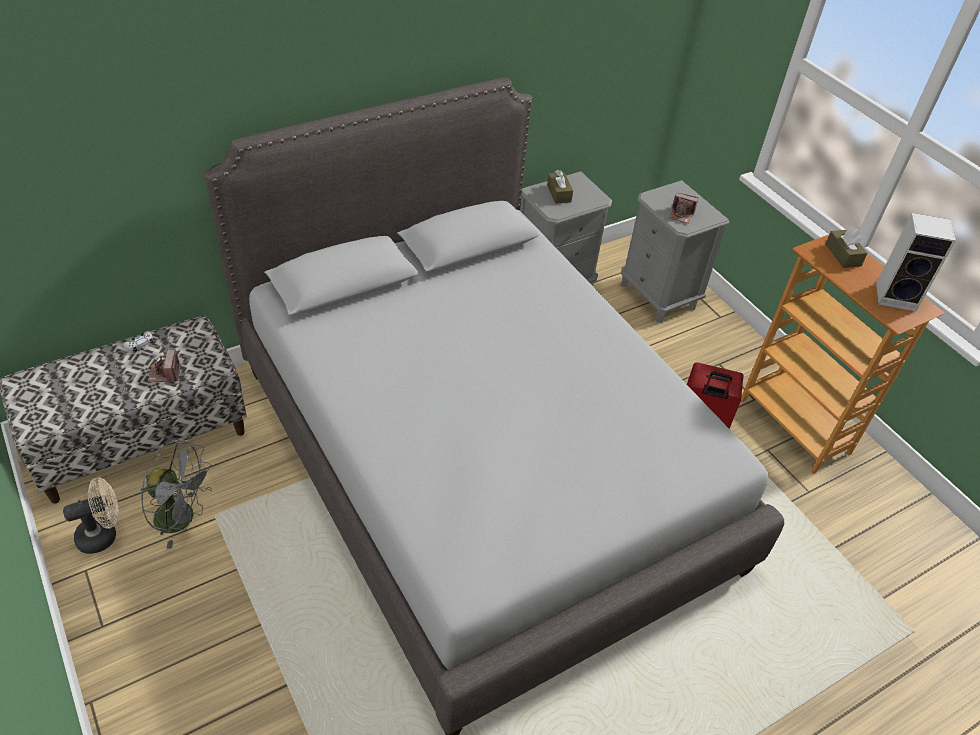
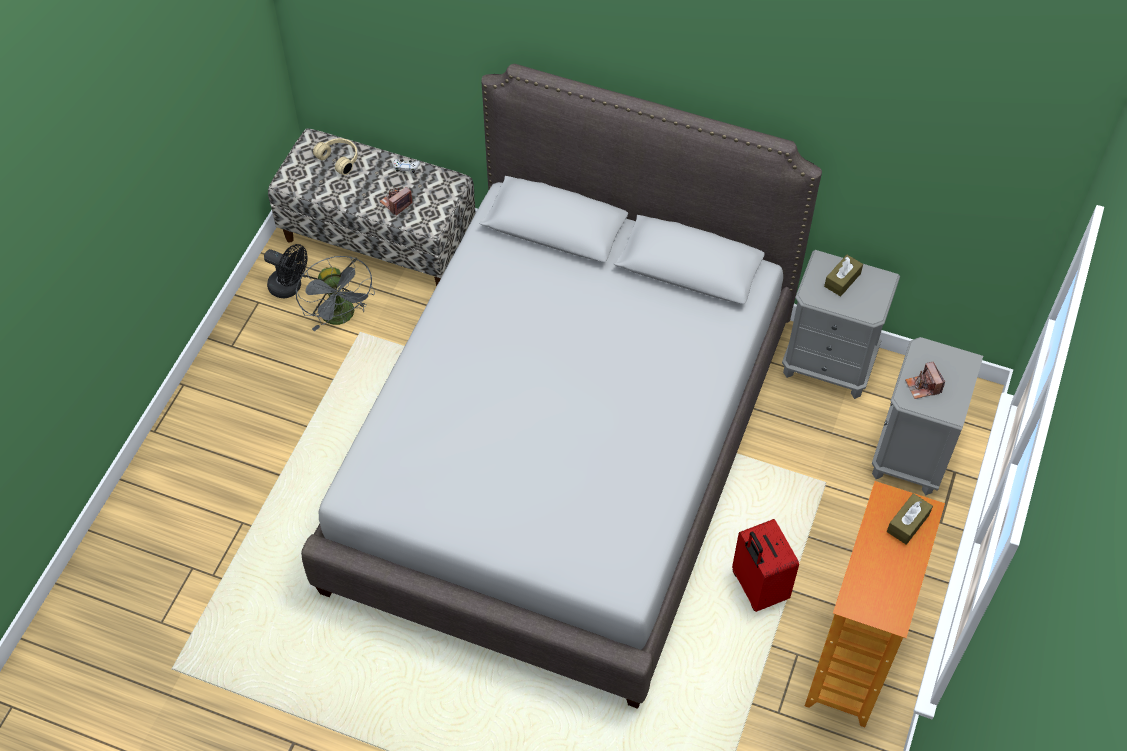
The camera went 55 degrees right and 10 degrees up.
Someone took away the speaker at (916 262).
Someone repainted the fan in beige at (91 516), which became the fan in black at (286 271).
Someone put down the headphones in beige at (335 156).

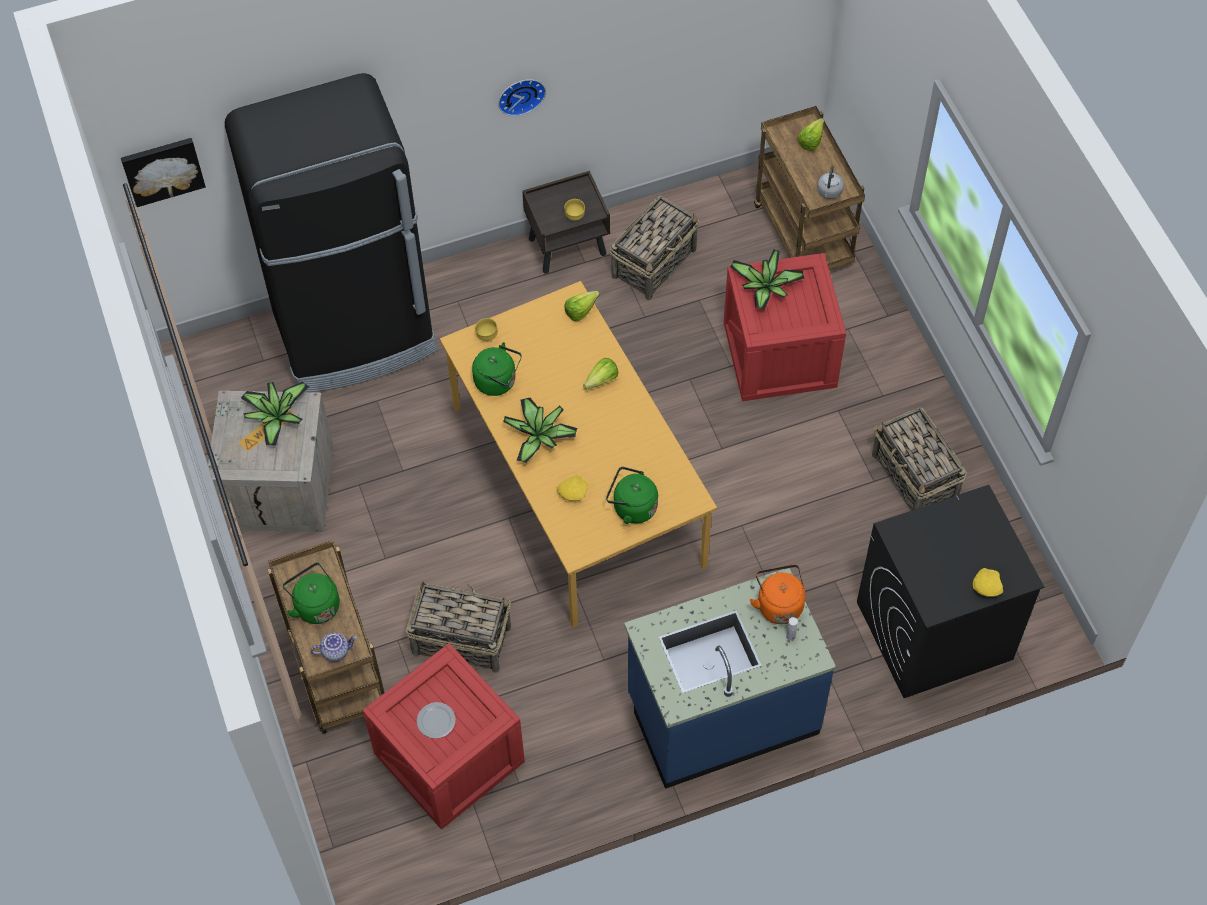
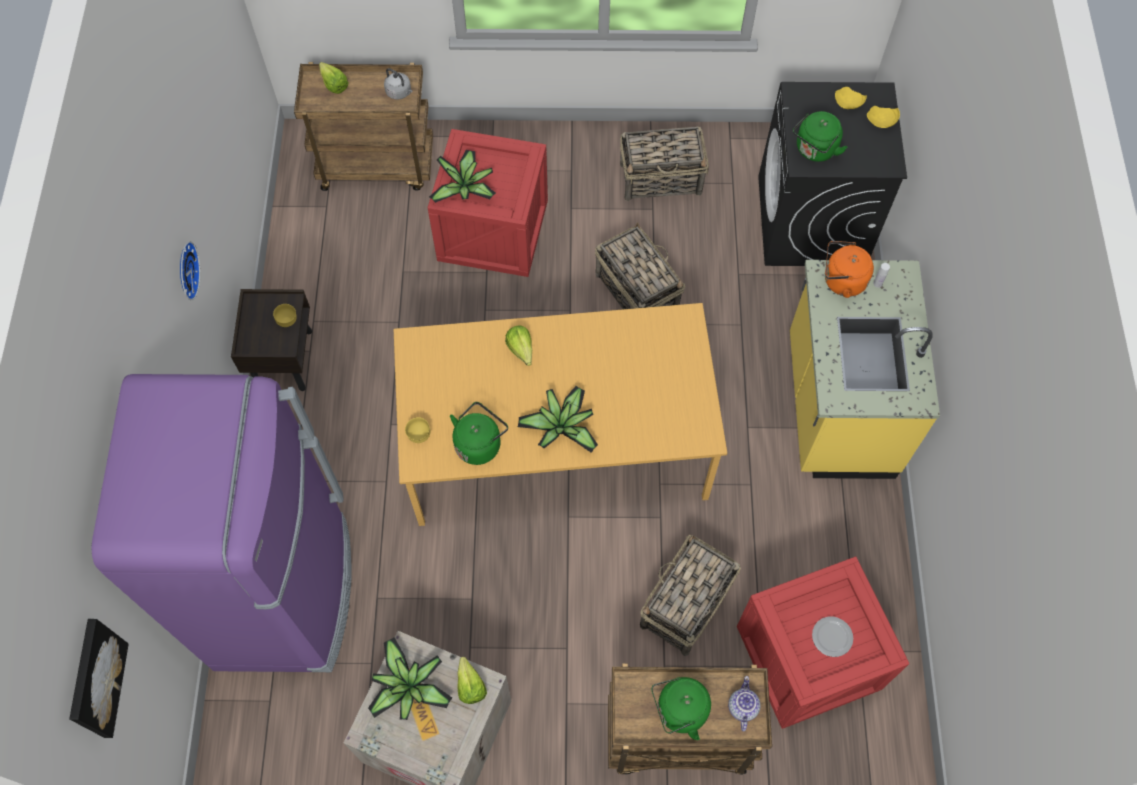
The camera went 70 degrees left and 5 degrees up.
Someone repainted the fridge in black at (331 232), which became the fridge in purple at (221 523).
Someone carried the basket from (654 248) to (640 265).
Someone carried the lettuce from (582 306) to (472 680).
Someone carried the kettle in green from (632 495) to (820 136).
Someone carried the plate in yellow from (572 488) to (851 98).
Someone repainted the counter in blue at (730 678), which became the counter in yellow at (865 369).

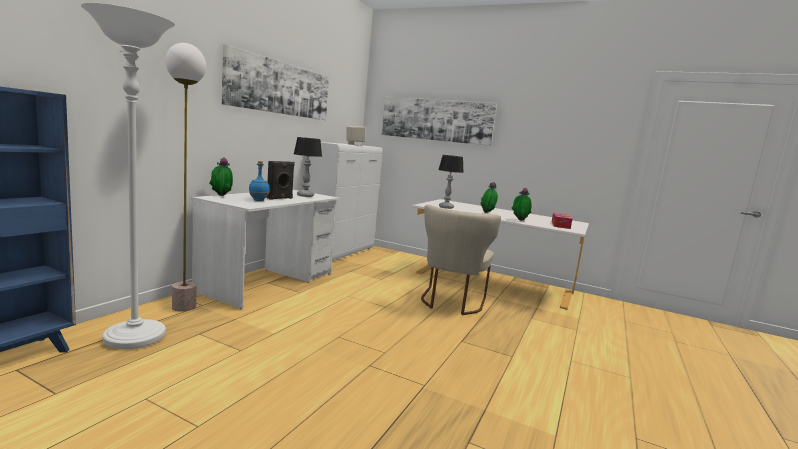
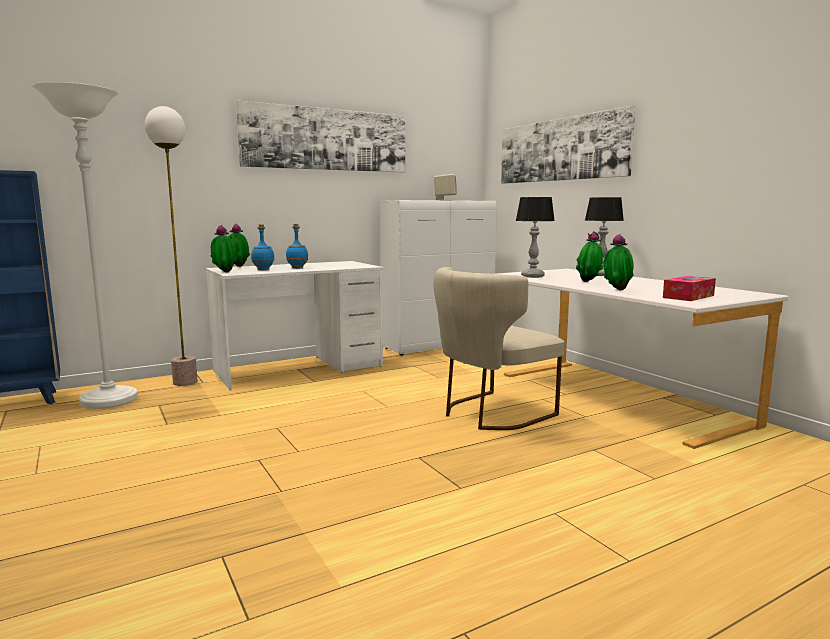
The camera went 35 degrees right and 0 degrees up.
Someone carried the table lamp from (308 167) to (604 236).
Someone swapped the speaker in black at (281 180) for the bottle in blue at (297 246).
Someone put down the potted plant at (224 249).

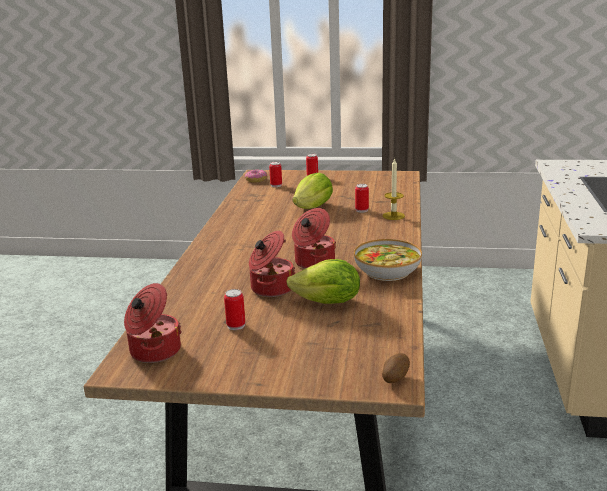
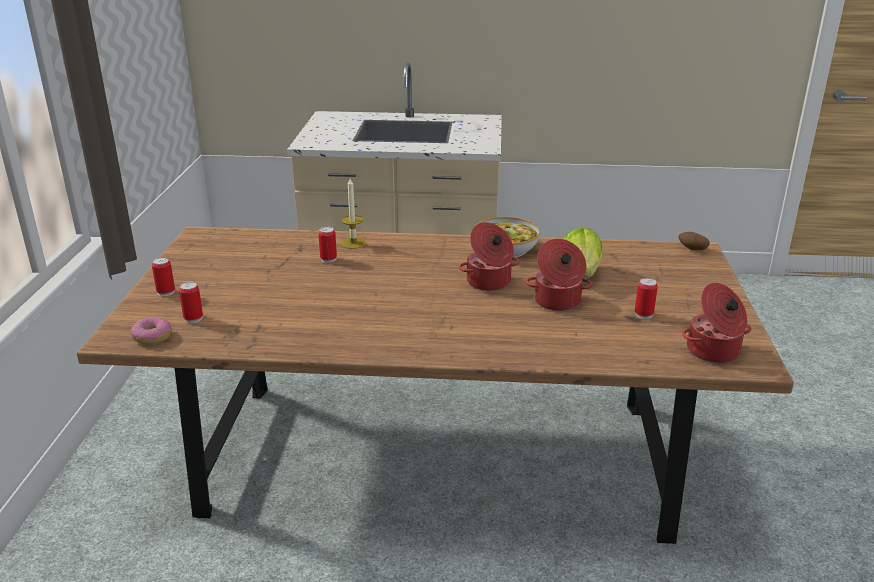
The camera went 95 degrees left and 5 degrees up.
Someone took away the lettuce at (313 191).

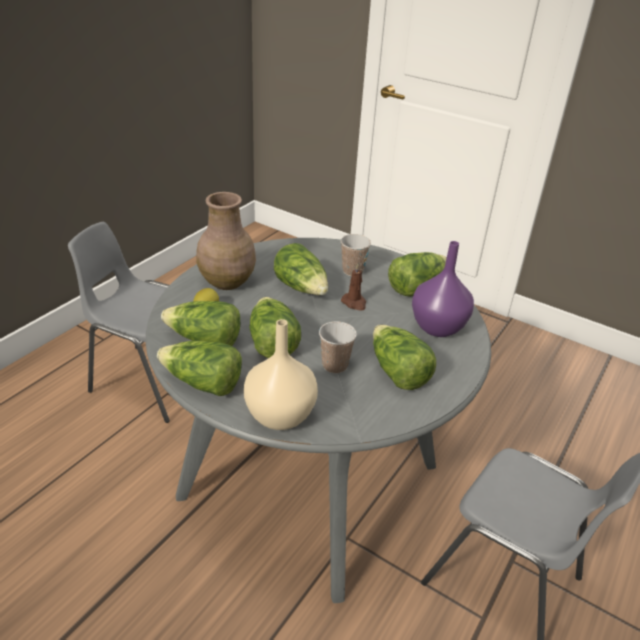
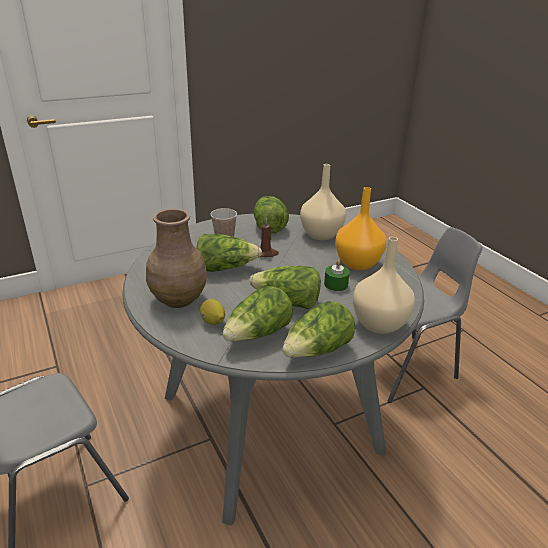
The camera went 60 degrees left and 5 degrees down.
Someone repainted the vase in purple at (443 289), which became the vase in beige at (323 202).
Someone swapped the cup at (338 347) for the candle in green at (337 275).
Someone swapped the lettuce at (404 357) for the vase in orange at (360 228).

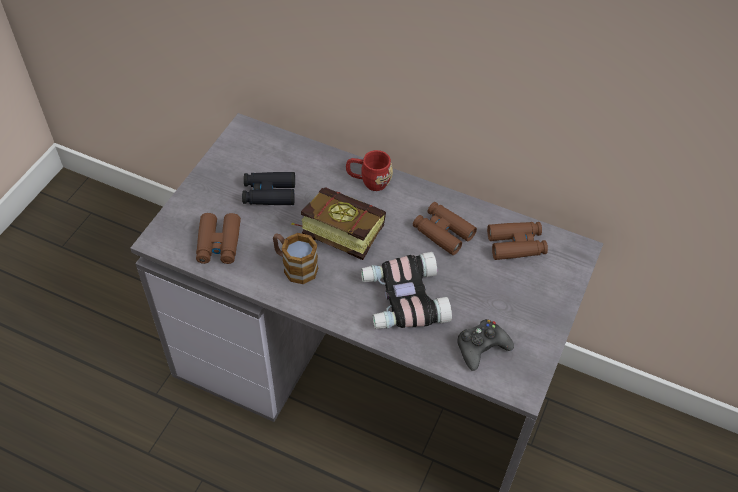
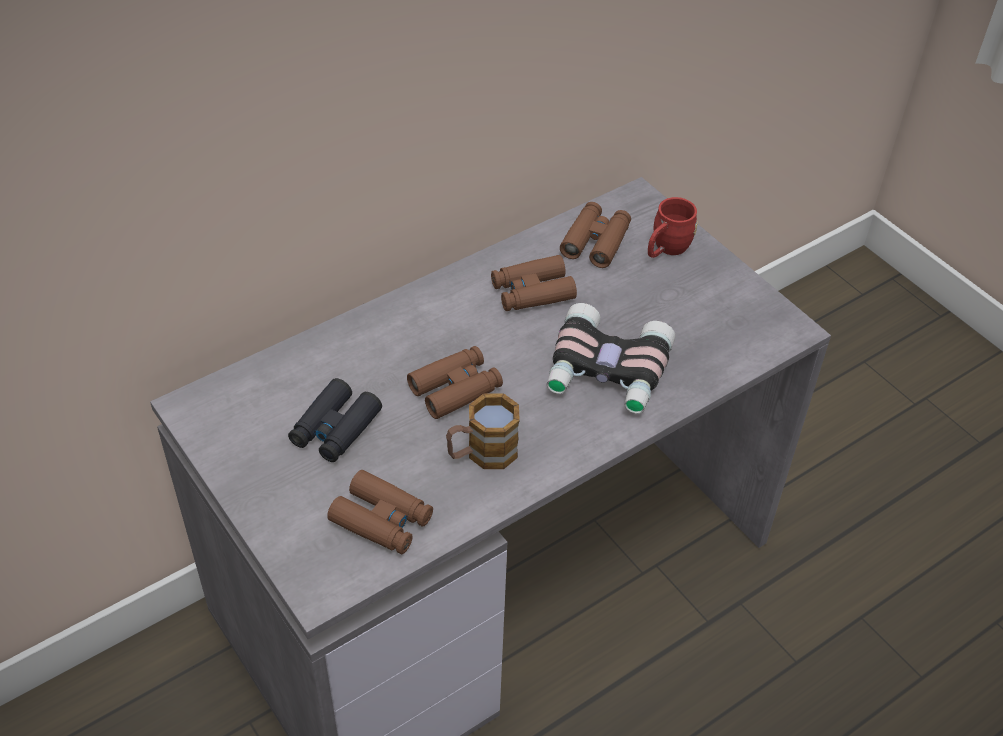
The camera went 60 degrees left and 5 degrees down.
Someone carried the mug in red from (369 170) to (672 227).
Someone swapped the book at (338 223) for the binoculars in brown at (455 382).
Someone took away the game controller in black at (485 345).

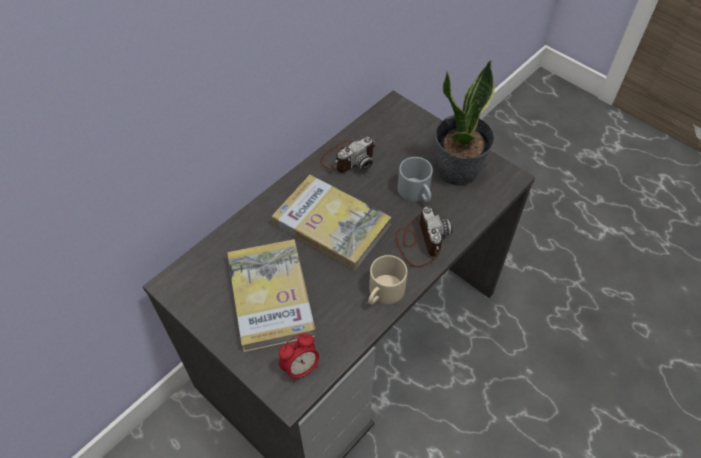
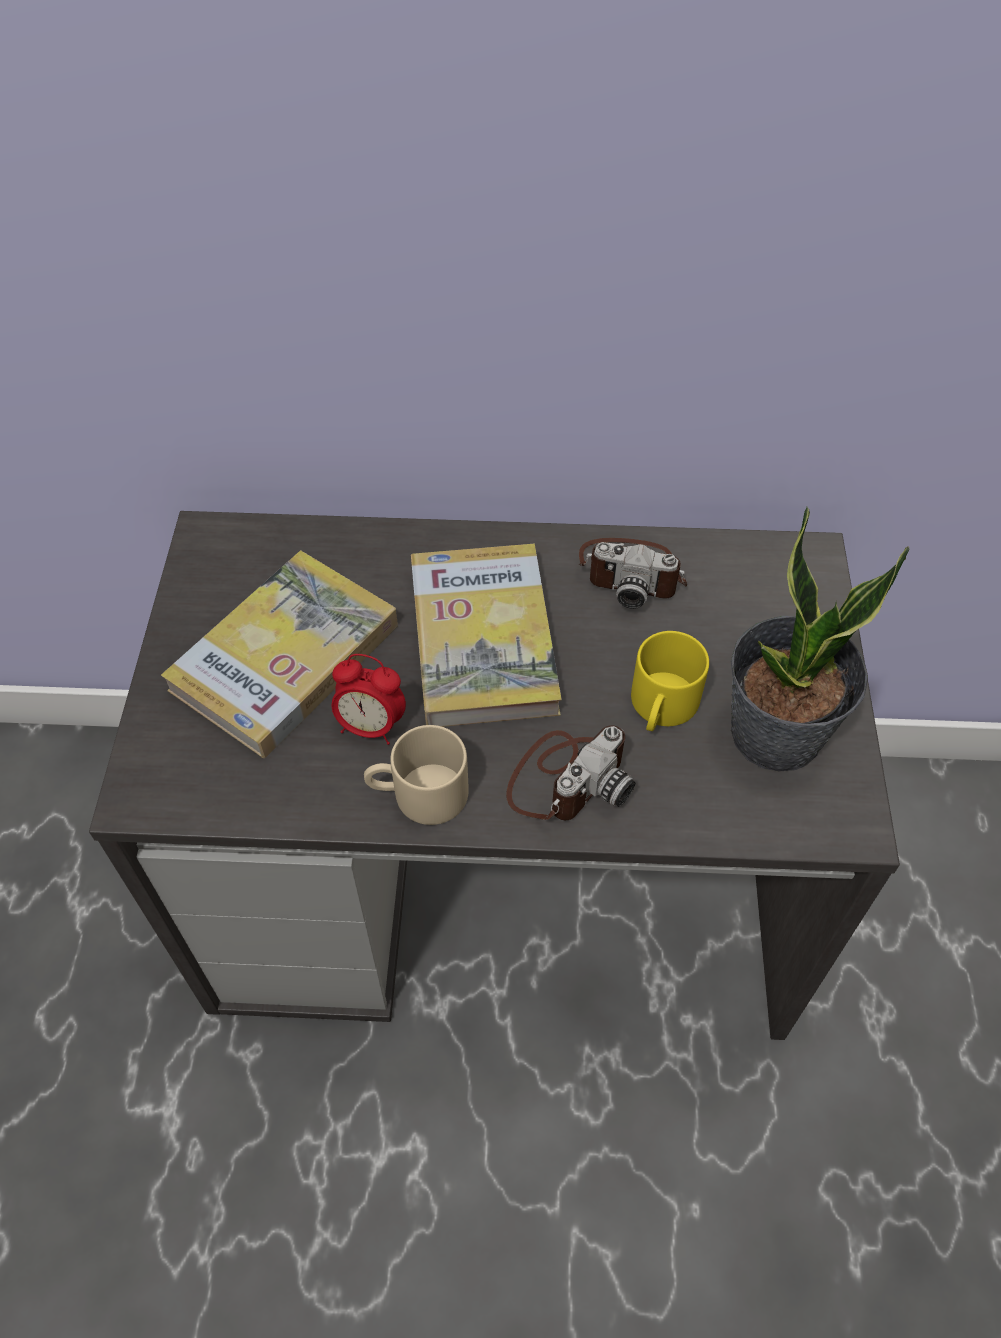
The camera went 50 degrees right and 0 degrees up.
Someone repainted the mug in grey at (415 179), which became the mug in yellow at (670 681).
Someone carried the alarm clock from (299 358) to (369 699).

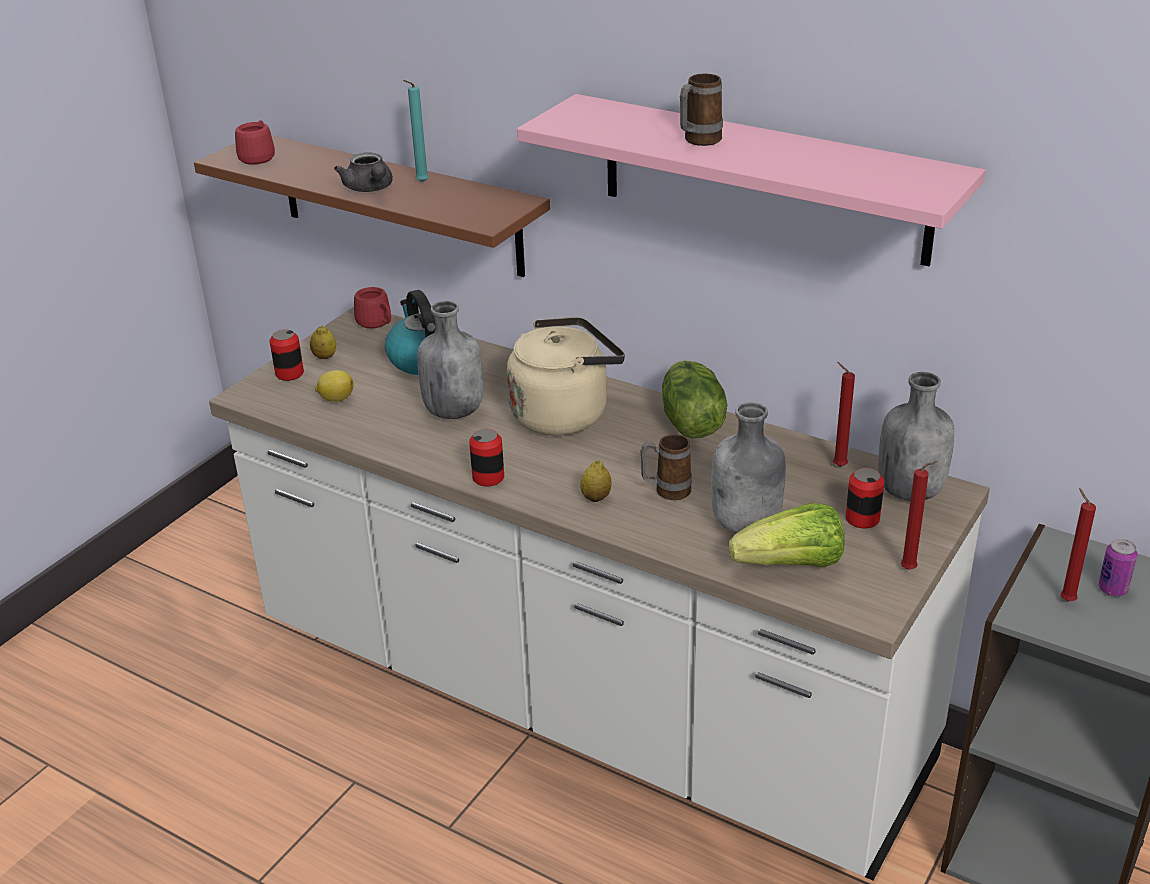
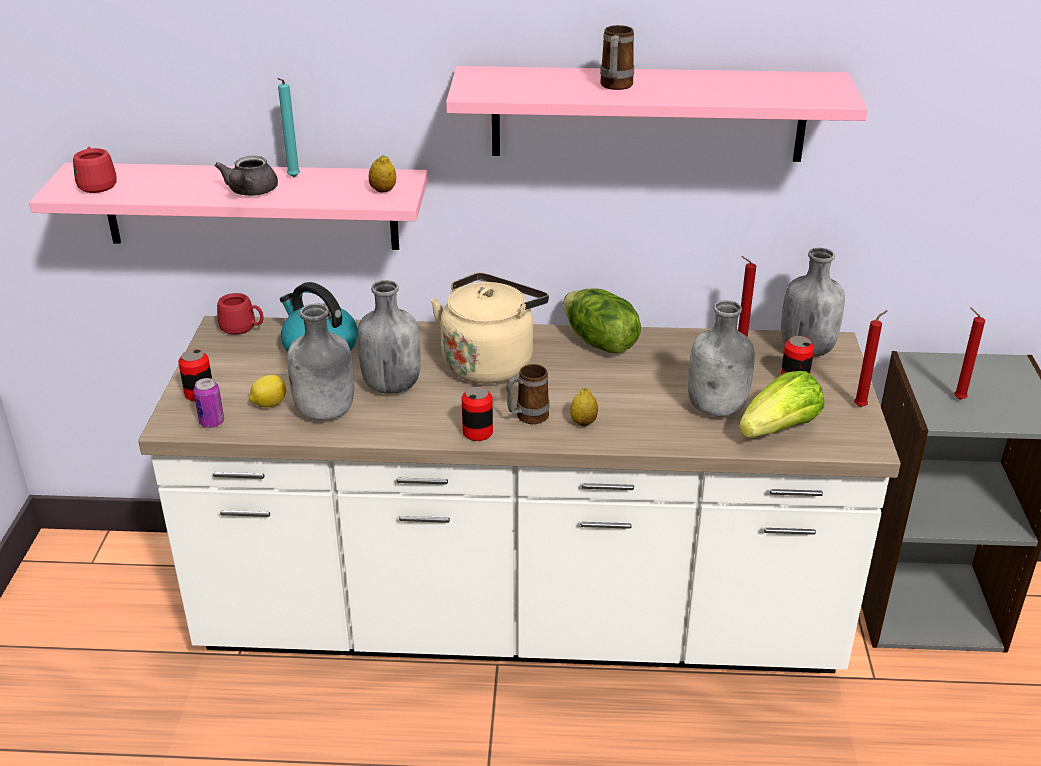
The camera went 30 degrees left and 0 degrees up.
Someone repainted the shelf in brown at (372 206), which became the shelf in pink at (228 206).
Someone rotated the teapot in grey at (363 172) by 60 degrees clockwise.
Someone carried the lemon from (323 342) to (382 173).
Someone carried the mug from (666 467) to (528 394).
Someone carried the can from (1117 567) to (209 403).
Someone put down the bottle in grey at (320 362).

